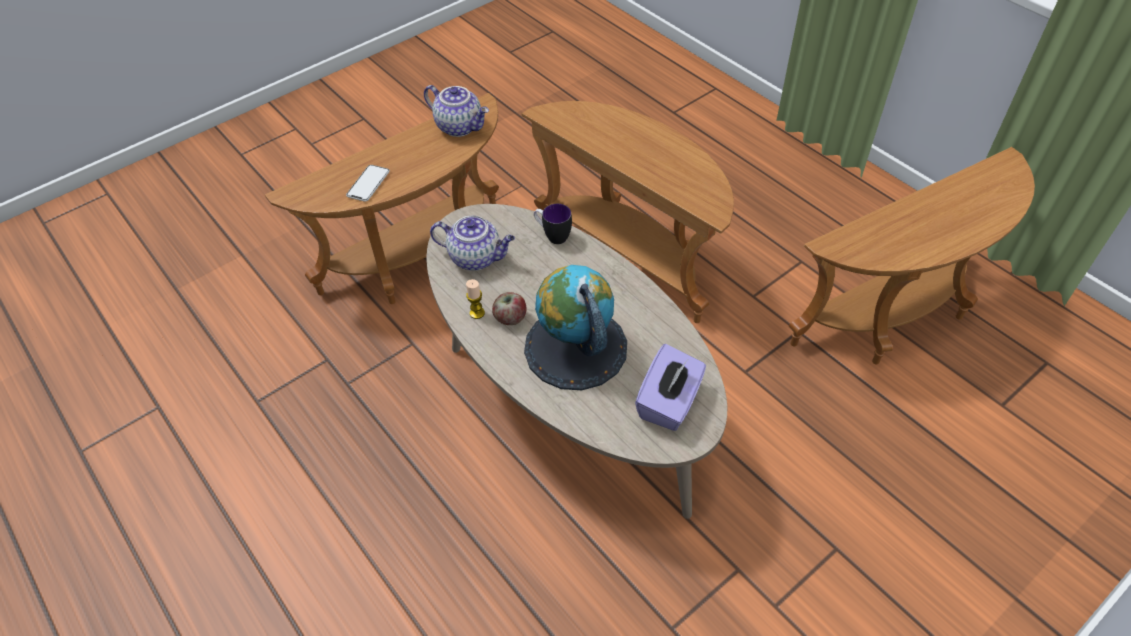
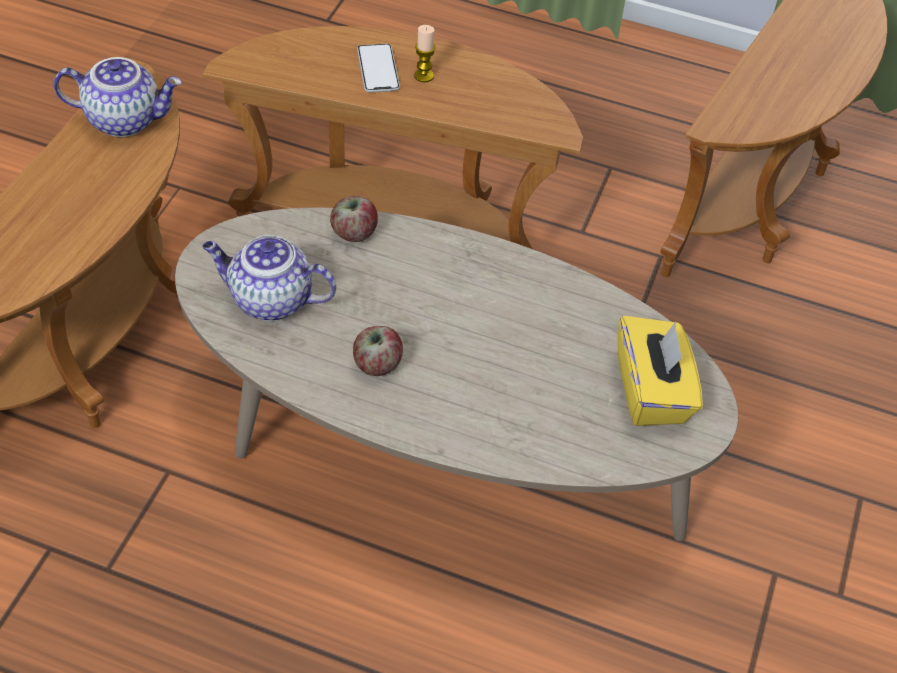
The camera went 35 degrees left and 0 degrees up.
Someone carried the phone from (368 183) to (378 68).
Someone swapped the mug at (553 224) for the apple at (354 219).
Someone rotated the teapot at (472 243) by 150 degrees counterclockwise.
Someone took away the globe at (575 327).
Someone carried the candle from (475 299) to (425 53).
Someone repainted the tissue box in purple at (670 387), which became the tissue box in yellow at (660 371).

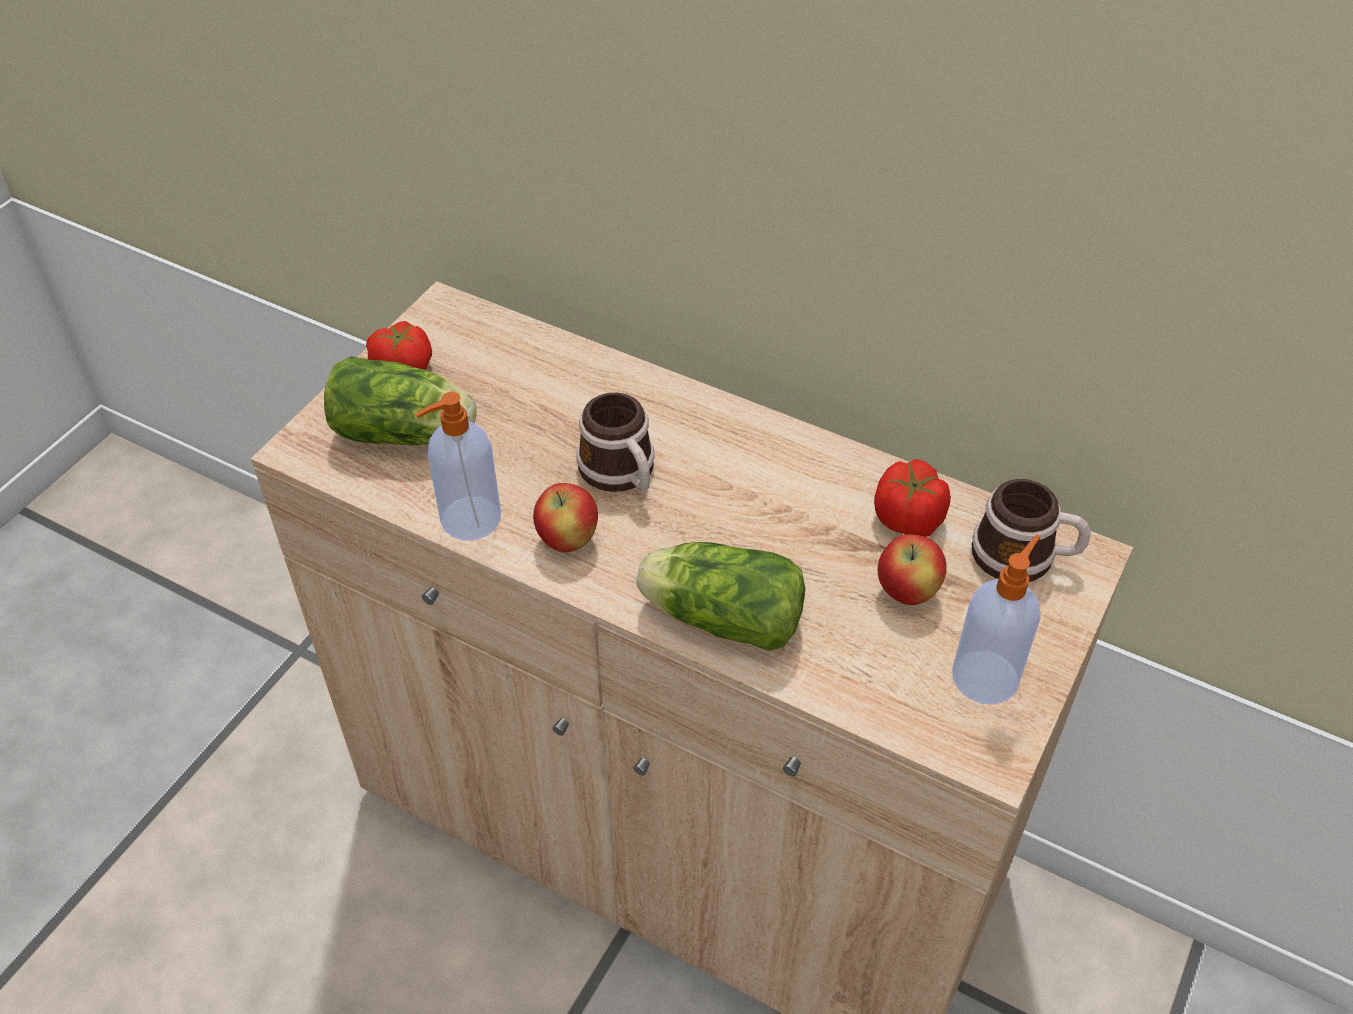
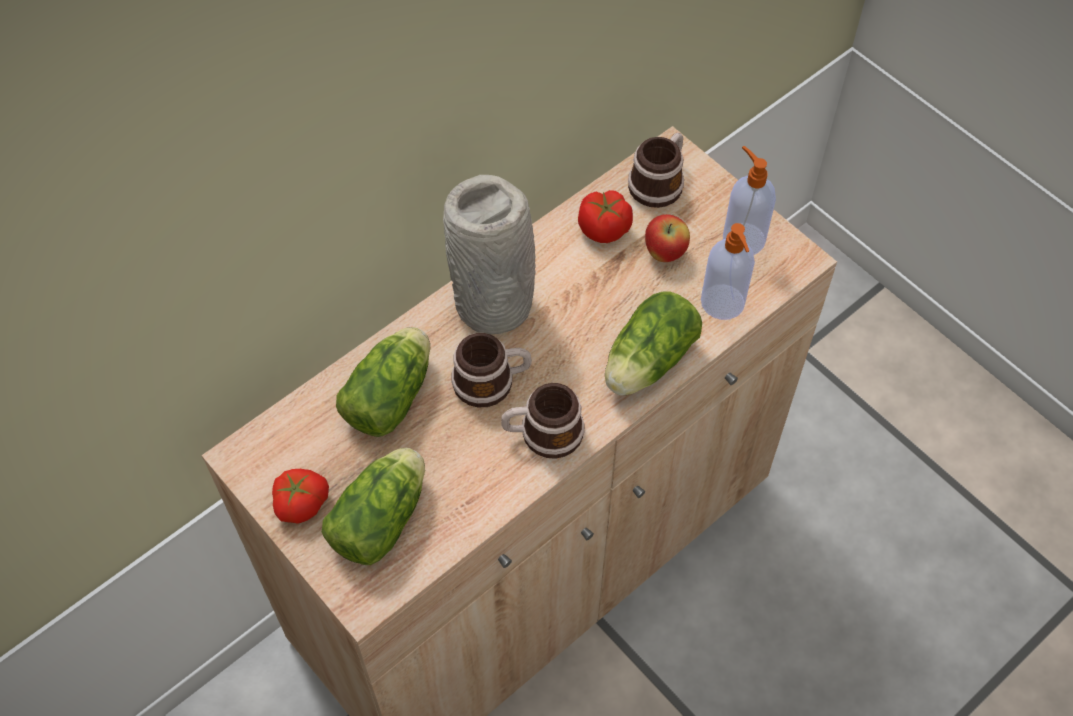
The camera went 70 degrees left and 10 degrees up.
Someone carried the soap dispenser from (458 466) to (728 271).
Someone swapped the apple at (565 517) for the mug at (543 421).
Someone put down the vase in grey at (489 254).
Someone put down the lettuce at (383 382).

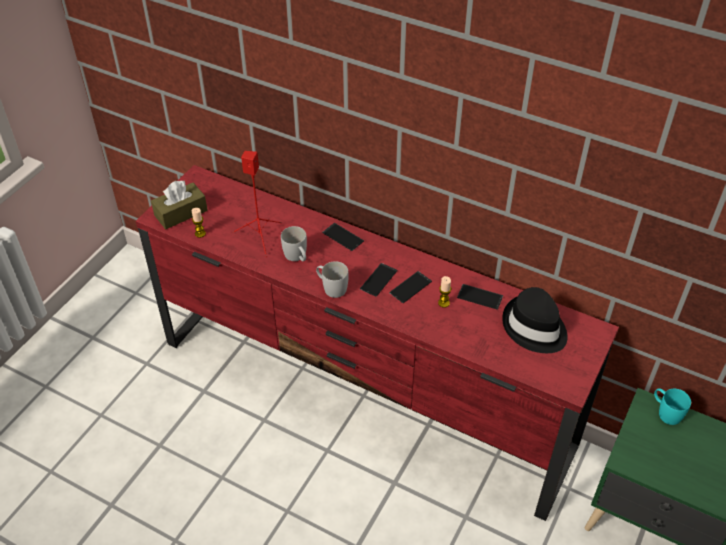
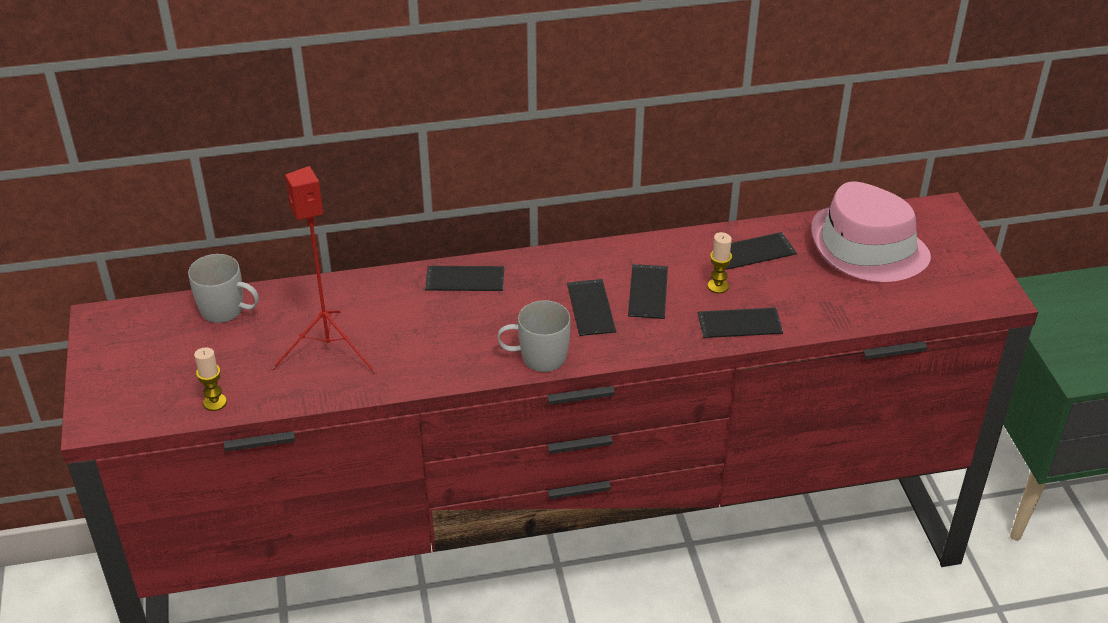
The camera went 40 degrees left and 5 degrees down.
Someone took away the tissue box in brown at (179 205).
Someone carried the mug in white from (294 243) to (223 288).
Someone repainted the hat in black at (534 320), which became the hat in pink at (871 232).
Someone took away the mug in turquoise at (672 406).
Someone put down the phone at (740 323).

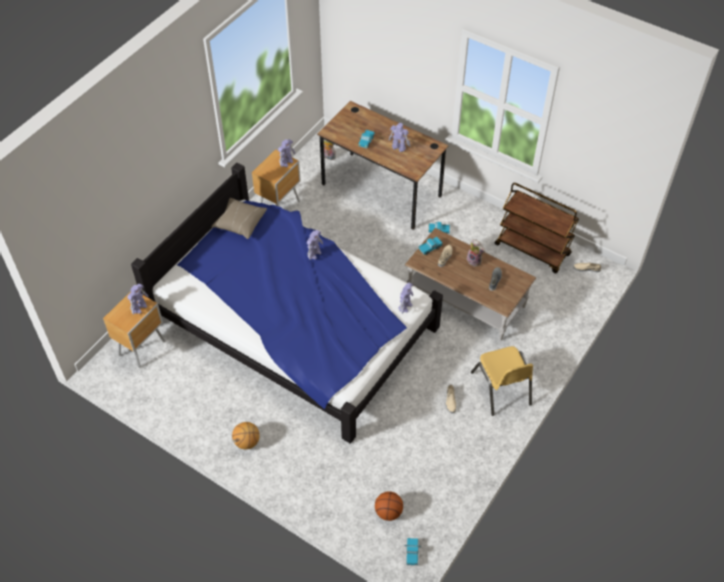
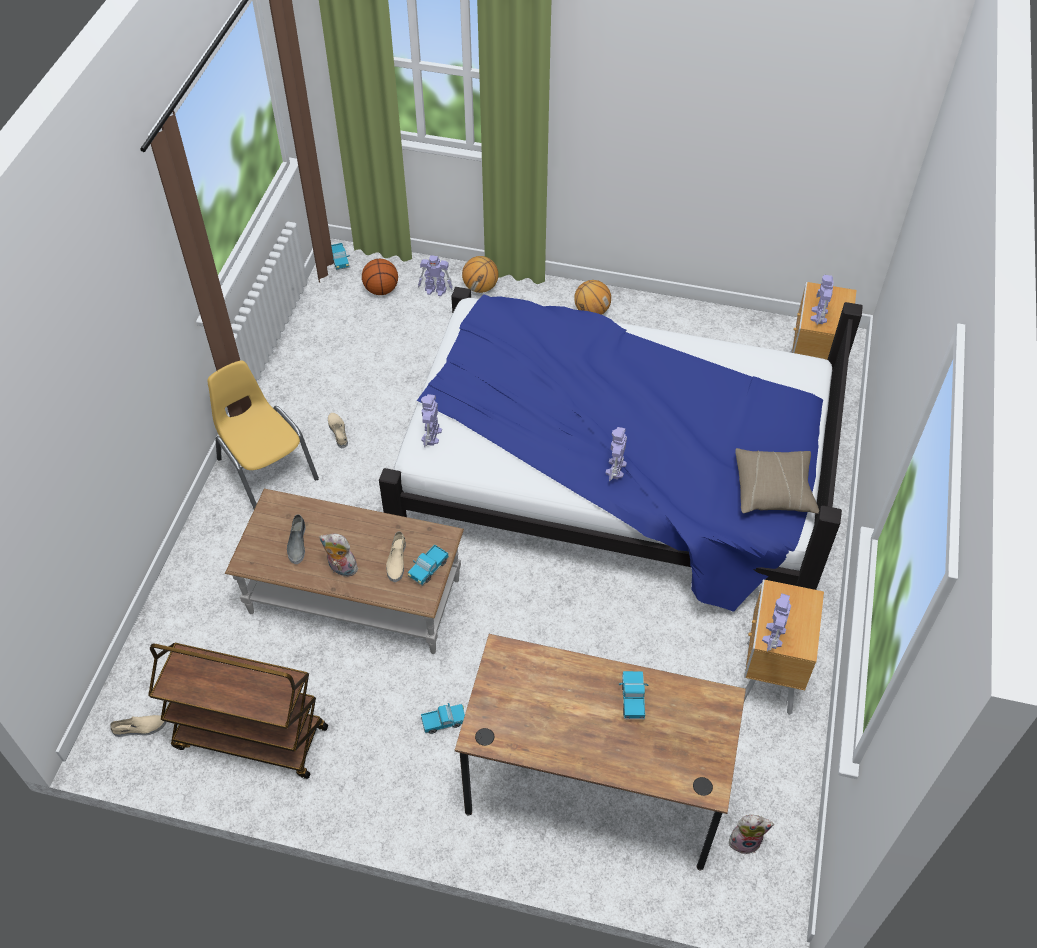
The camera went 160 degrees right and 0 degrees up.
Someone carried the toy robot from (399 137) to (435 275).
Someone put down the basketball at (480 274).

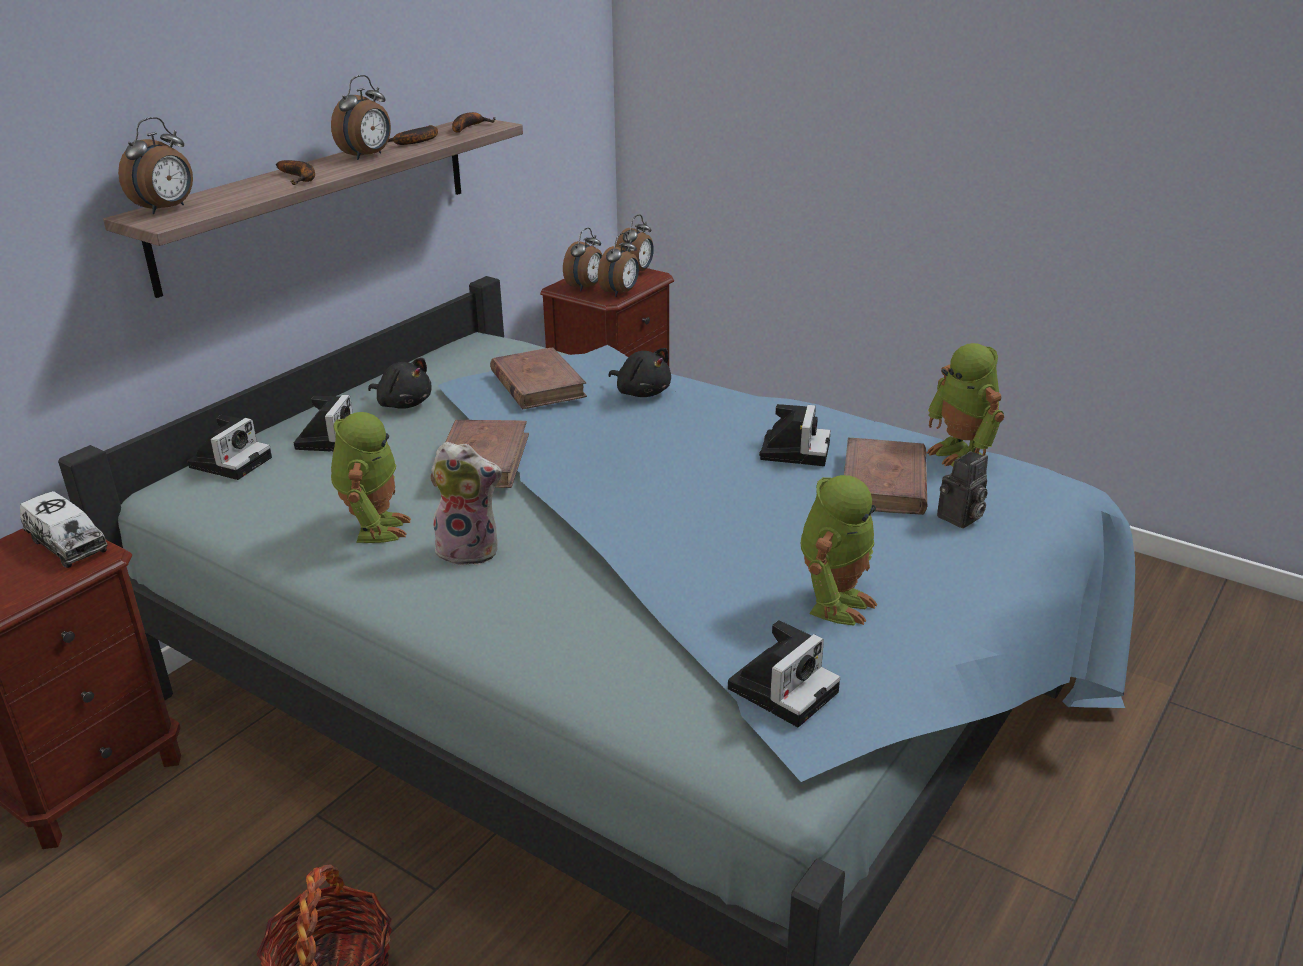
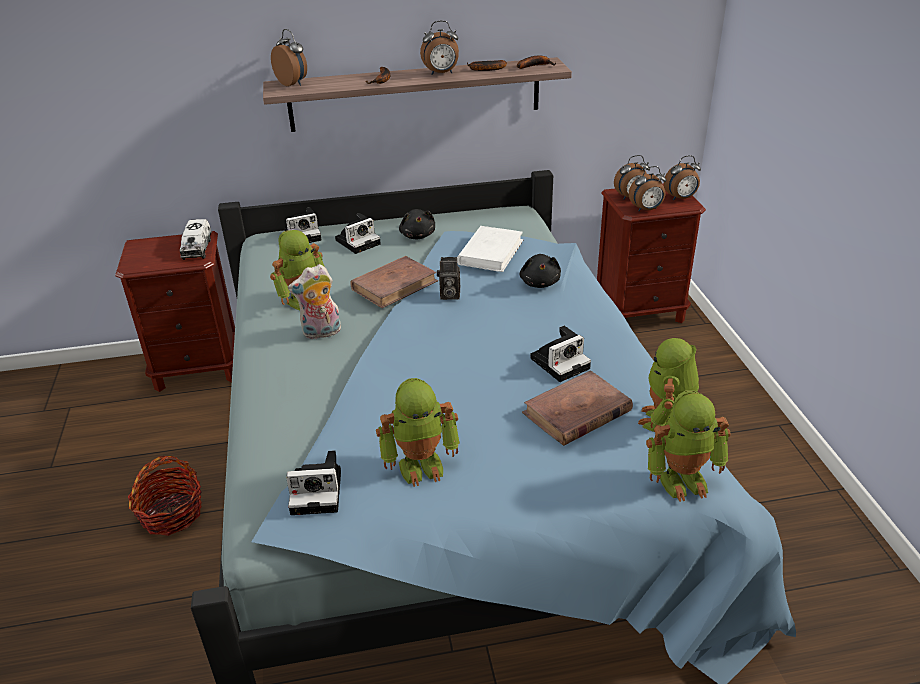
The camera went 45 degrees right and 5 degrees up.
Someone rotated the alarm clock at (155 165) by 120 degrees counterclockwise.
Someone repainted the book in brown at (538 378), which became the book in white at (490 249).
Someone rotated the plush toy at (466 503) by 105 degrees clockwise.
Someone carried the photo camera from (962 489) to (448 278).
Someone put down the toy robot at (688 446).

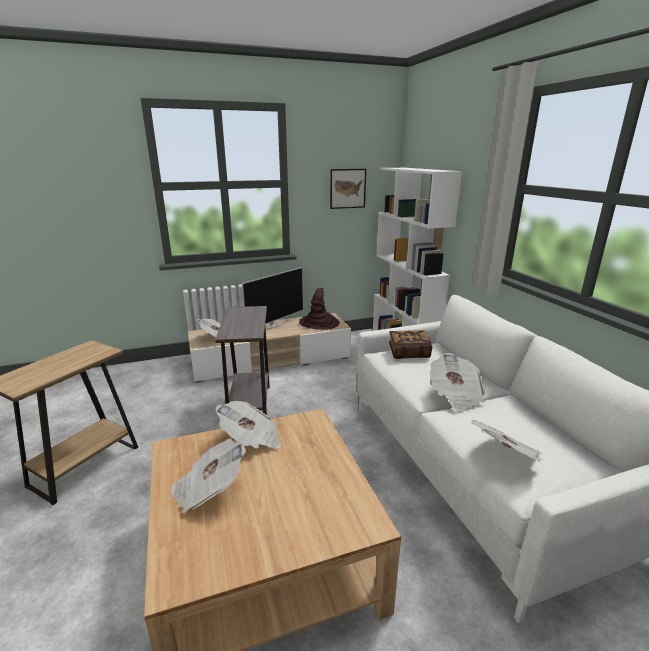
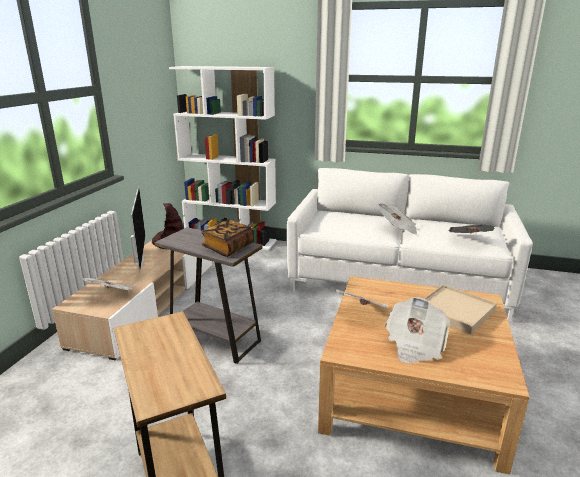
The camera went 55 degrees left and 0 degrees up.
Someone took away the picture at (348 189).
Someone carried the book from (411 344) to (227 238).
Someone put down the tray in beige at (461 309).

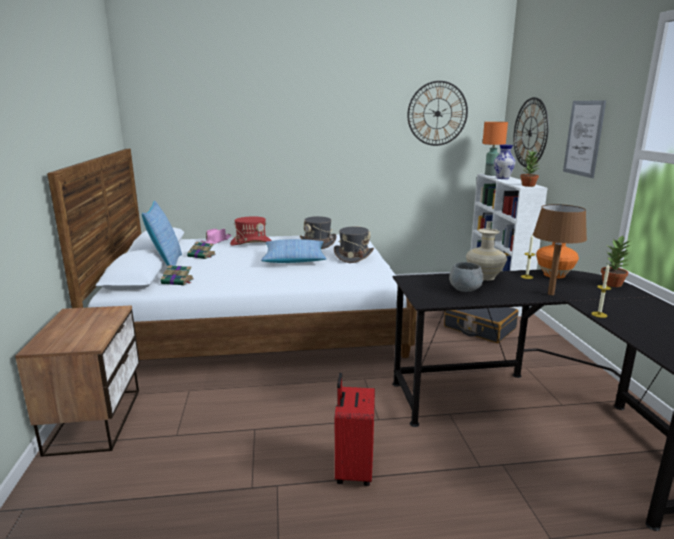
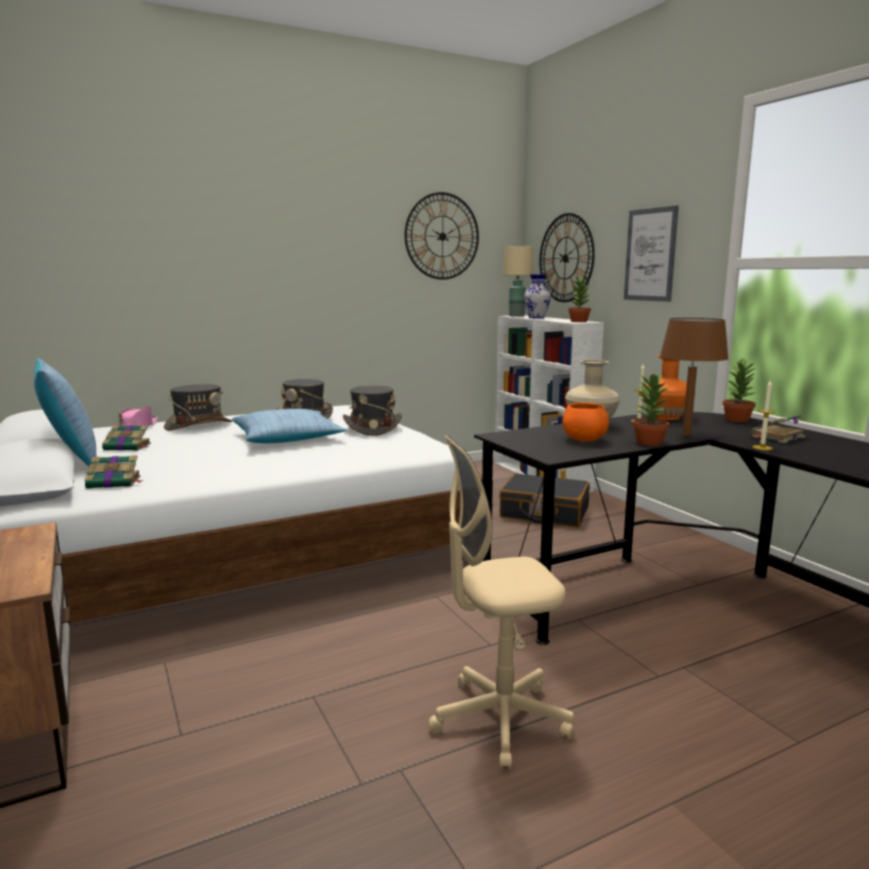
The camera went 20 degrees left and 5 degrees down.
Someone repainted the table lamp in orange at (495 149), which became the table lamp in beige at (518 281).
Someone repainted the hat in red at (251 231), which became the hat in grey at (198 407).
Someone repainted the bowl in grey at (466 277), which became the bowl in orange at (585 422).
Someone swapped the suitcase in red at (355 429) for the office chair in beige at (501 602).
Someone put down the potted plant at (650 409).
Someone put down the book at (778 428).

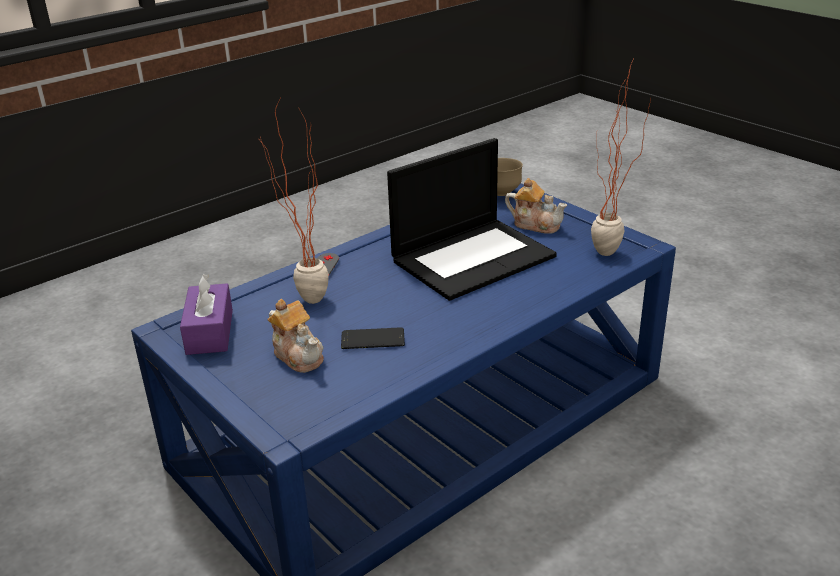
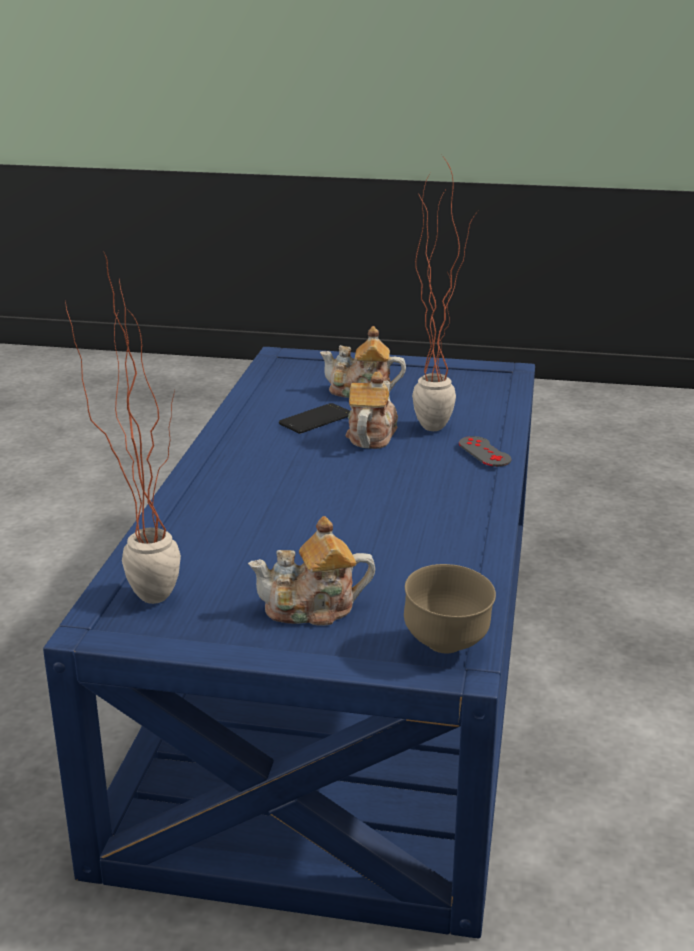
The camera went 140 degrees right and 5 degrees down.
Someone took away the laptop at (472 219).
Someone took away the tissue box in purple at (206 314).
Someone put down the teapot at (371 410).

